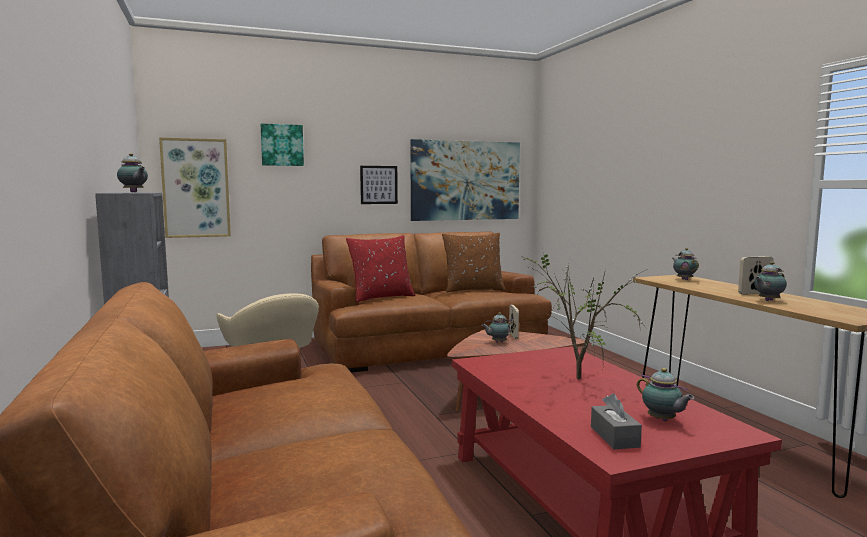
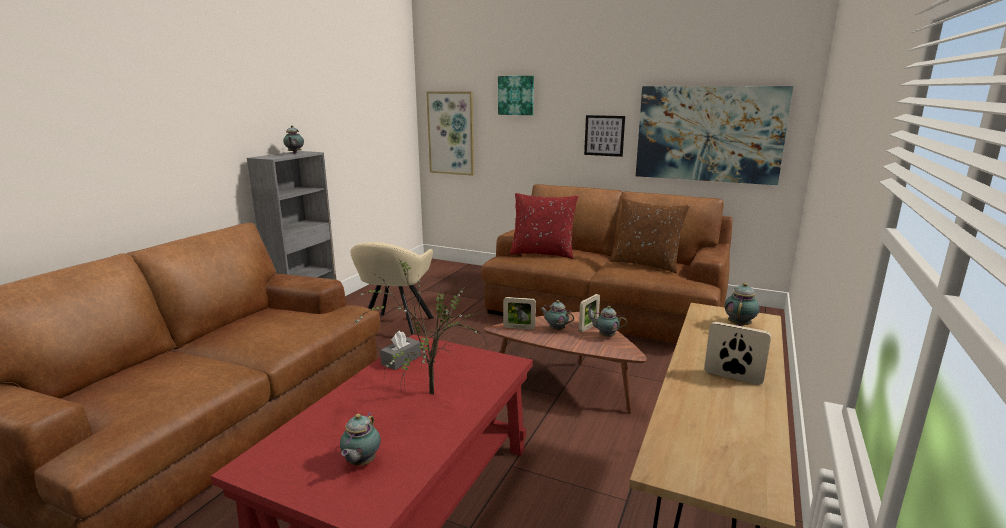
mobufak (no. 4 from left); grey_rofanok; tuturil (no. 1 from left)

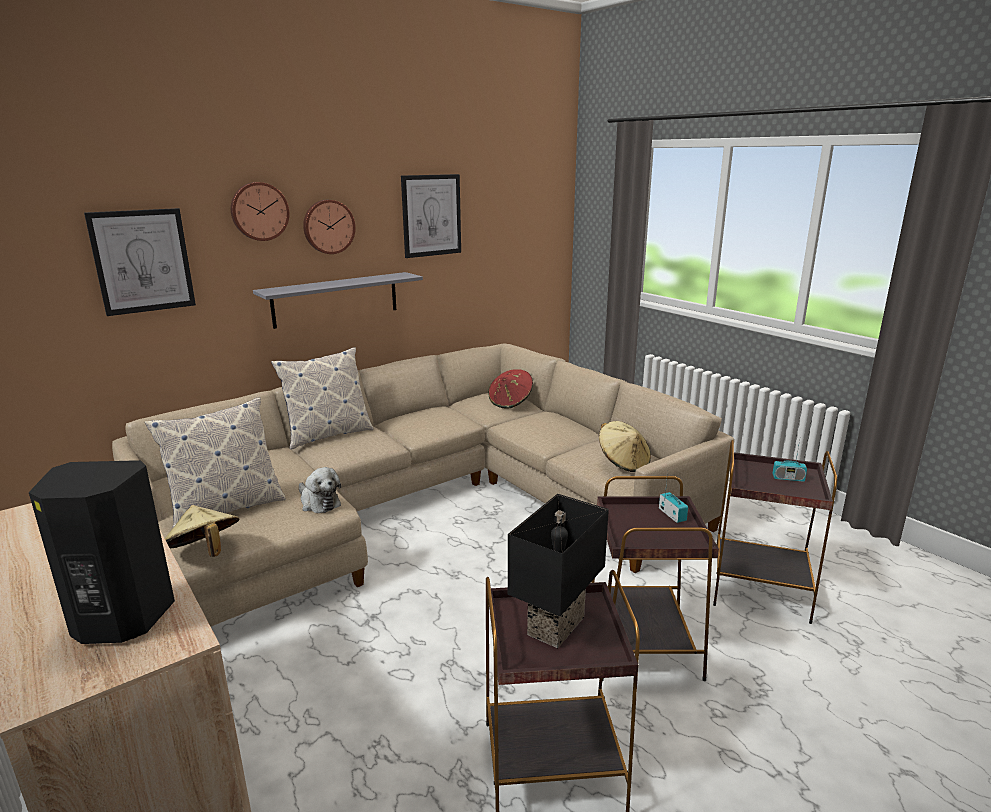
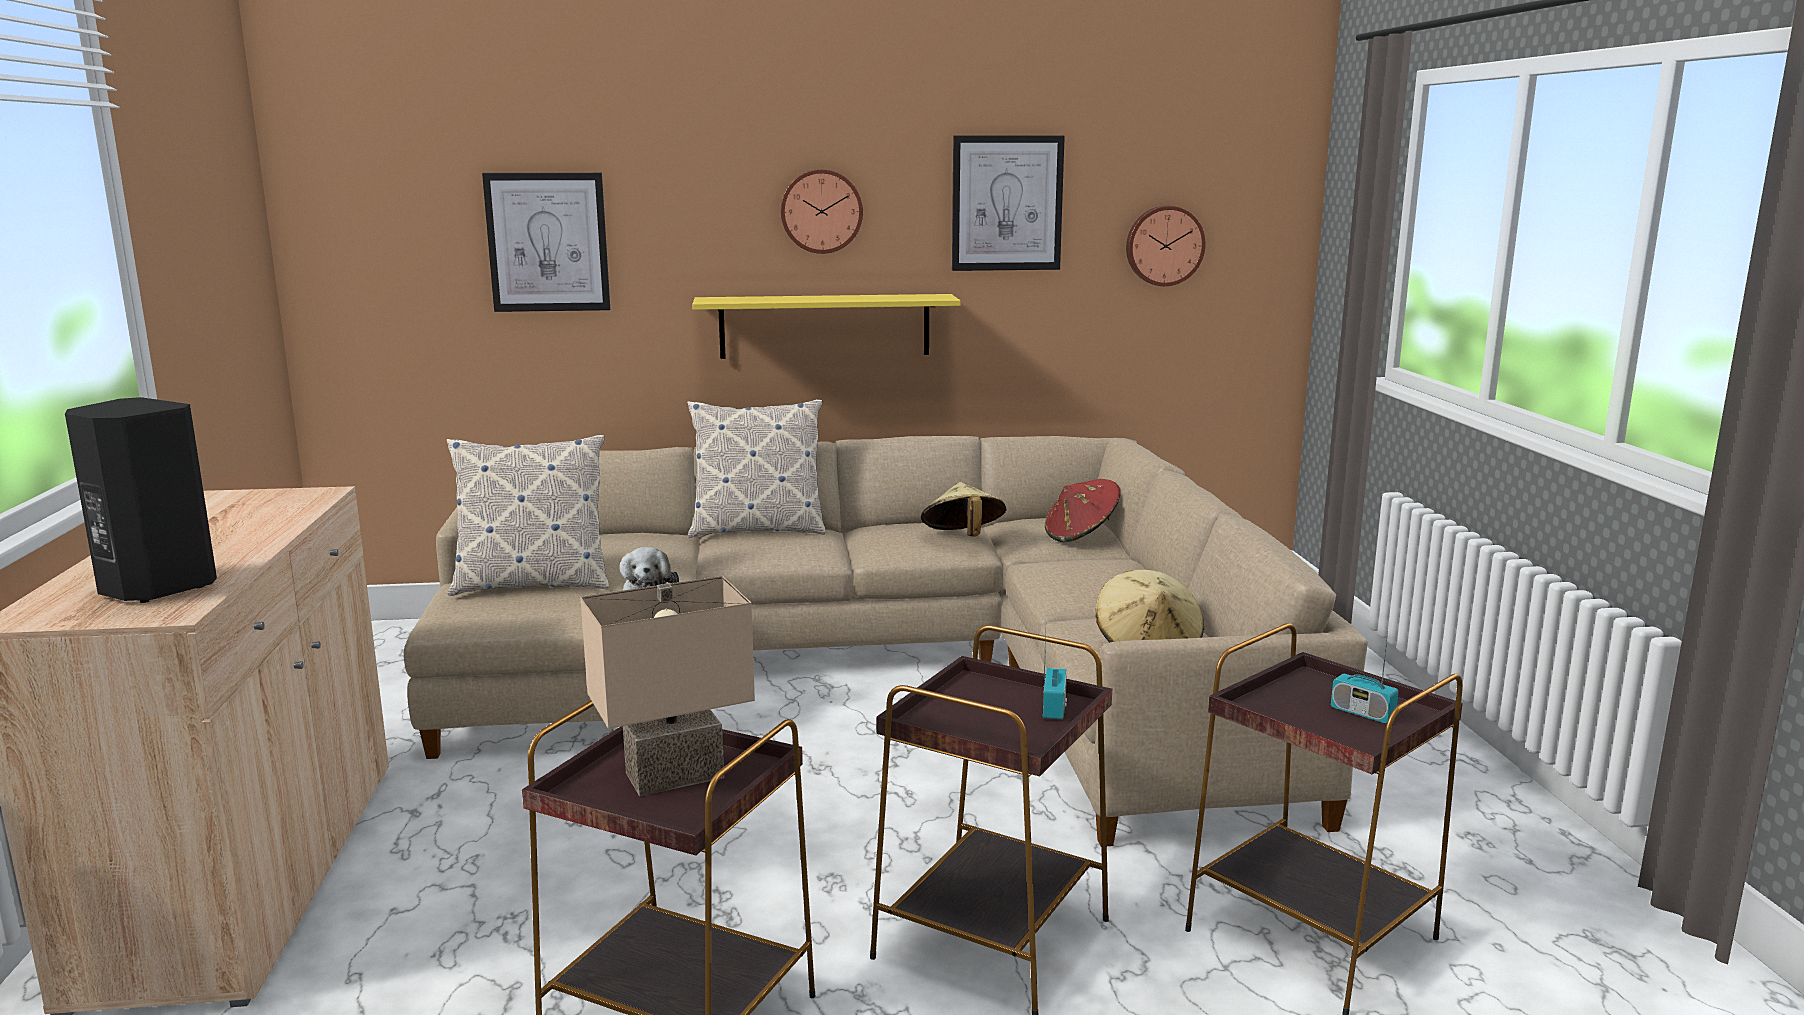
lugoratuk (no. 2 from left); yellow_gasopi; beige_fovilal; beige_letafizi (no. 1 from left)

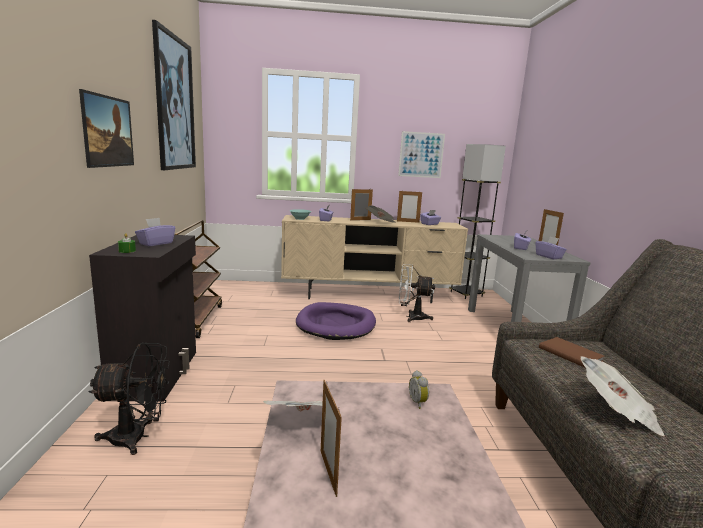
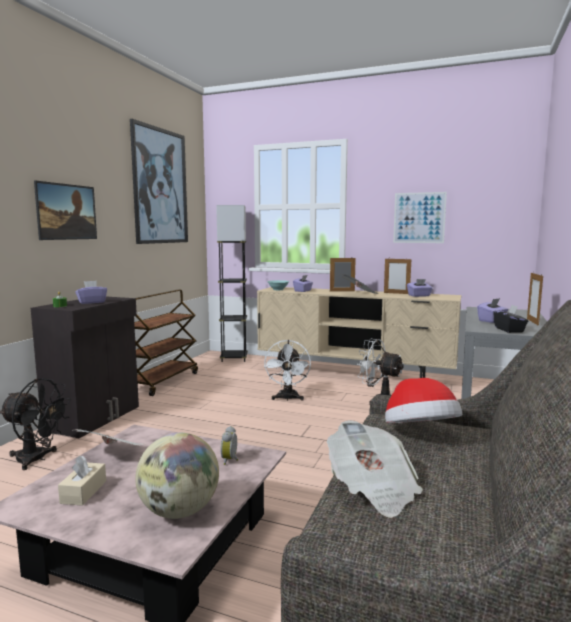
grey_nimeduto; black_rofanok; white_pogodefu (no. 1 from left); letafizi; beige_rofanok; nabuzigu

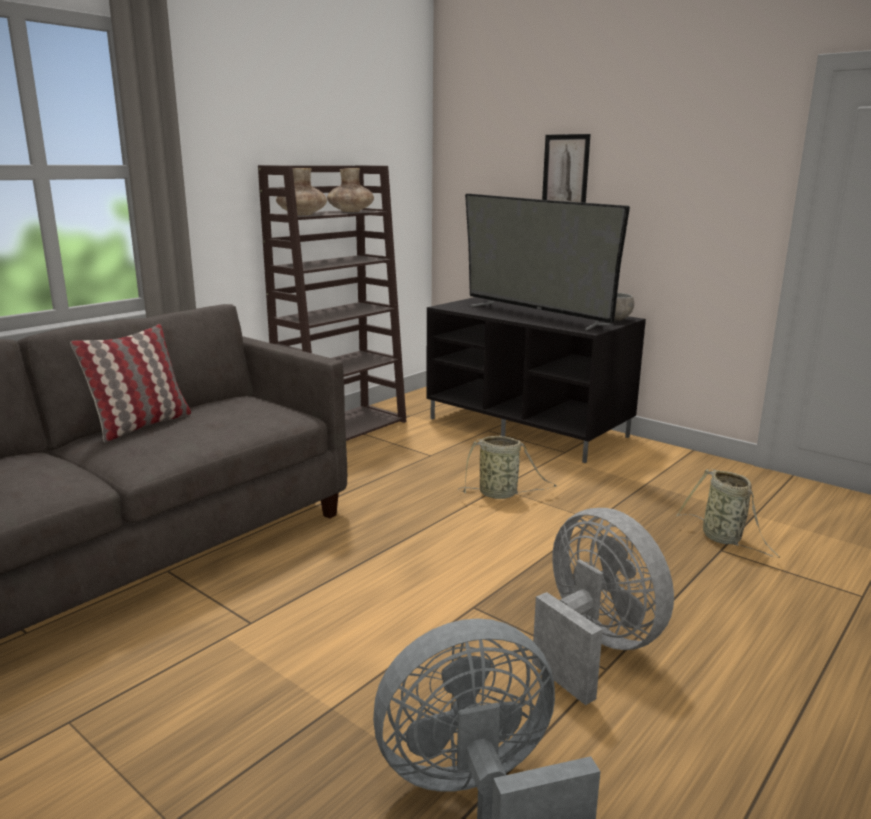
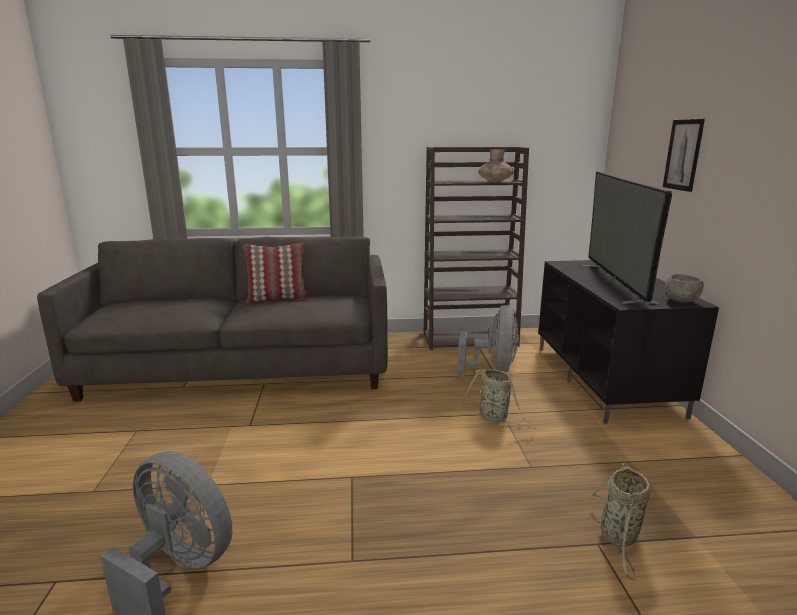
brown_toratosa (no. 1 from left in the first image); grey_pogodefu (no. 2 from left)

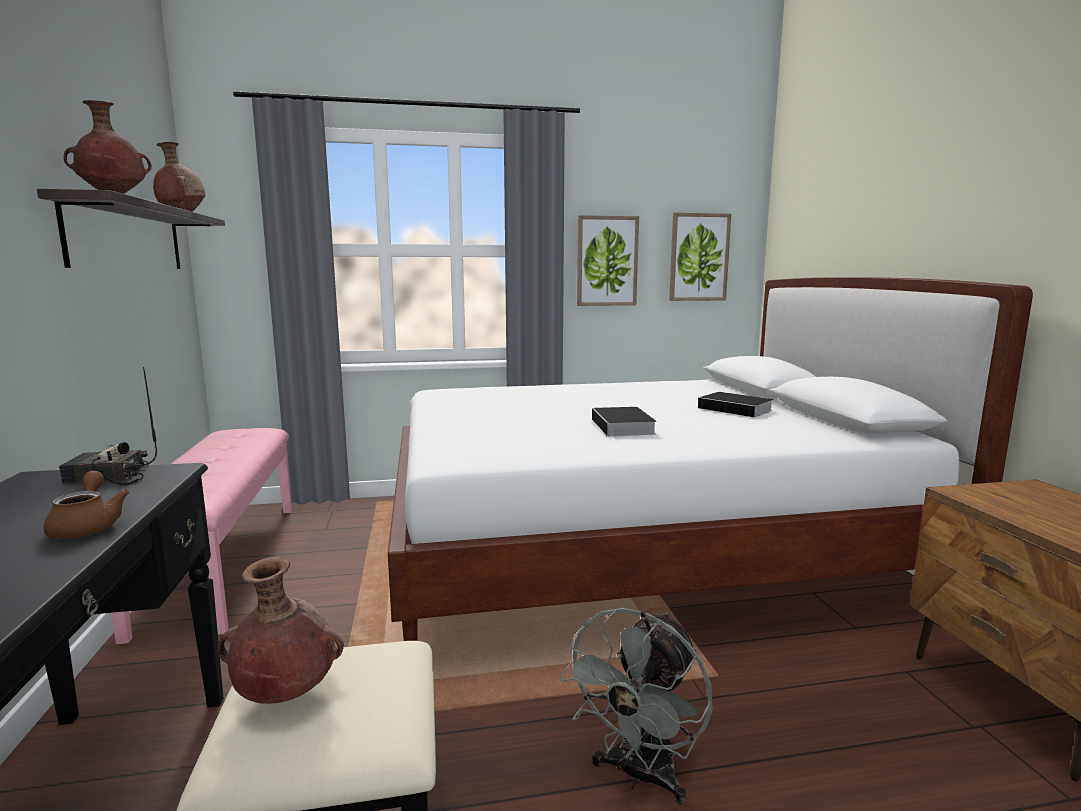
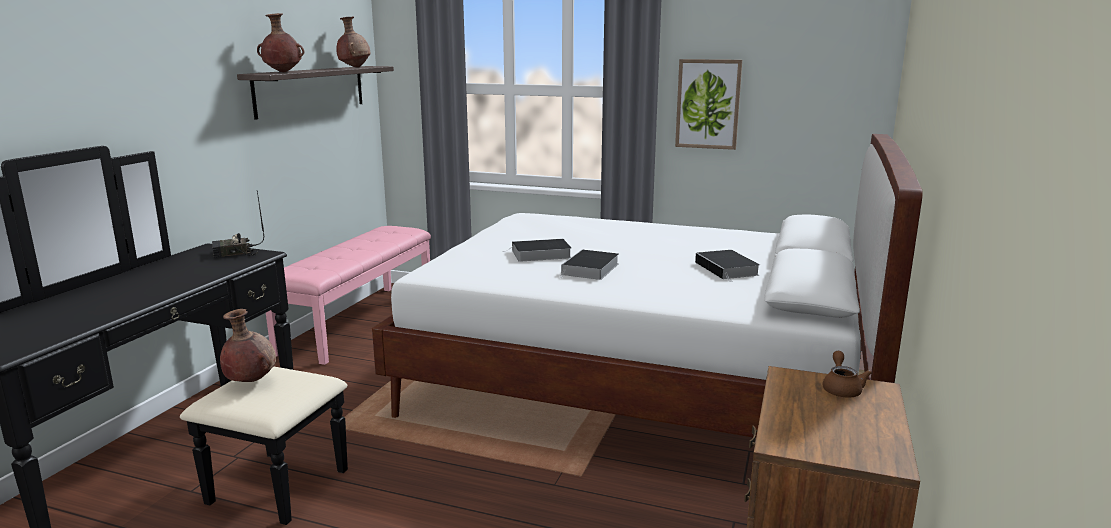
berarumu (no. 2 from left in the first image); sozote; brown_mobufak; grey_pogodefu; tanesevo (no. 1 from left)

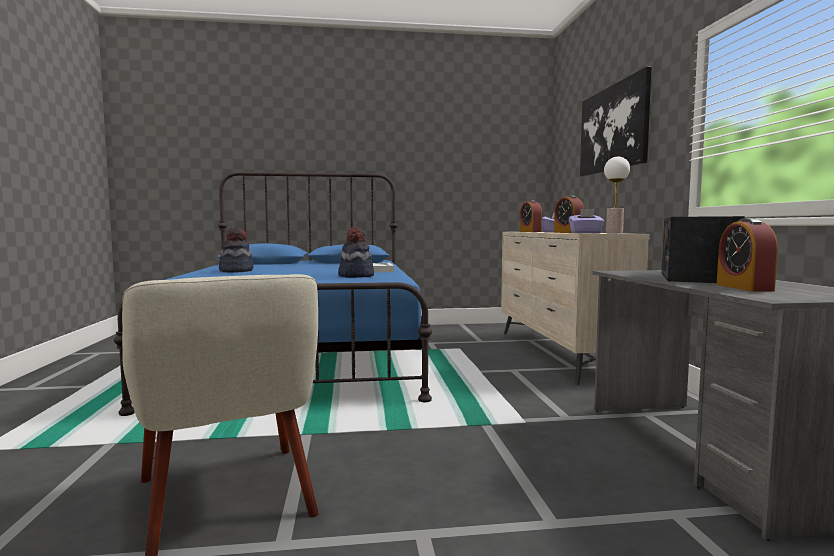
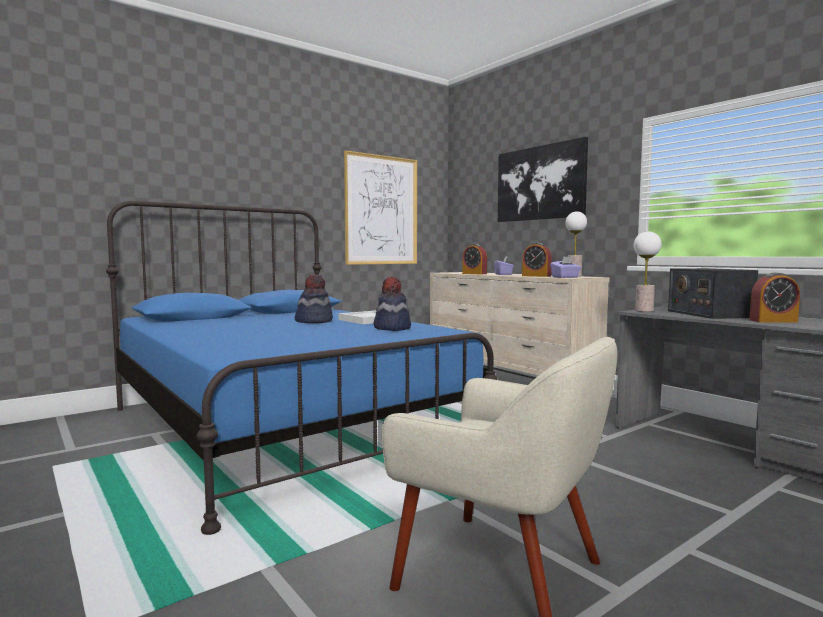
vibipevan (no. 3 from left); letafizi (no. 1 from left); berarumu (no. 1 from left); fovilal (no. 2 from left)

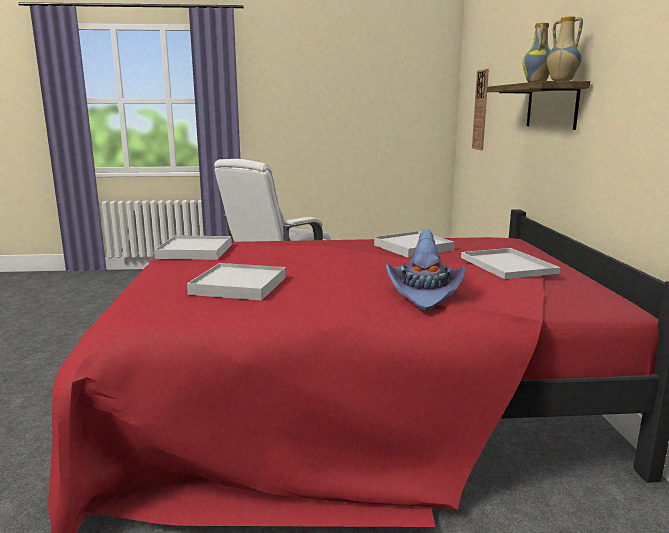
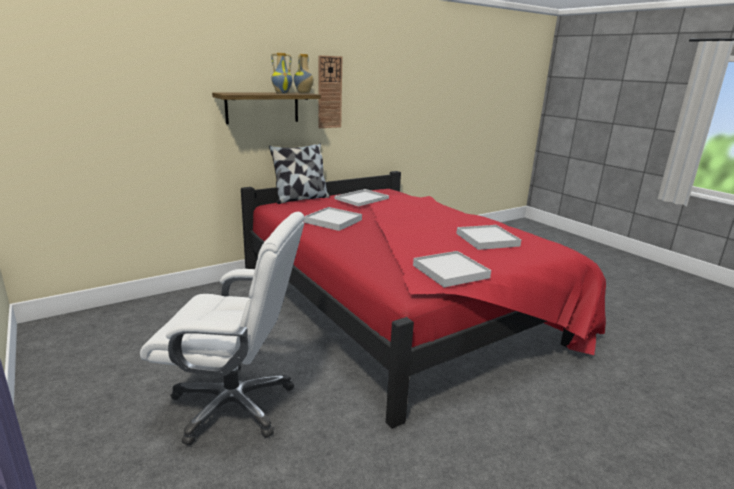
lugoratuk; purple_letafizi; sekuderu

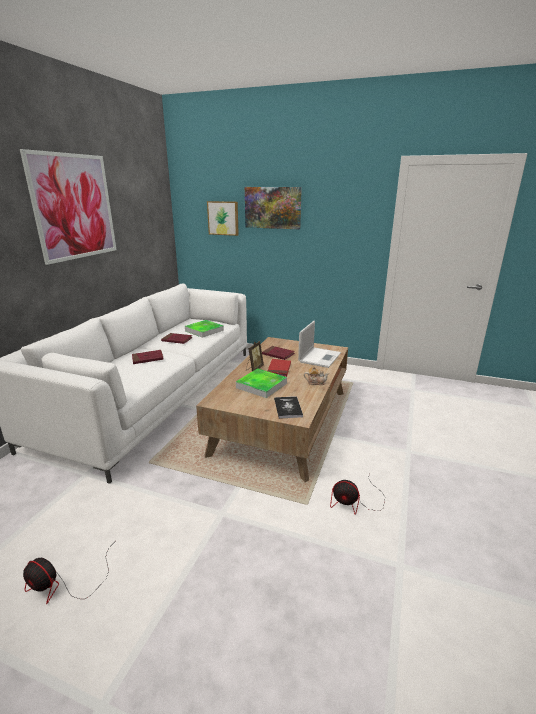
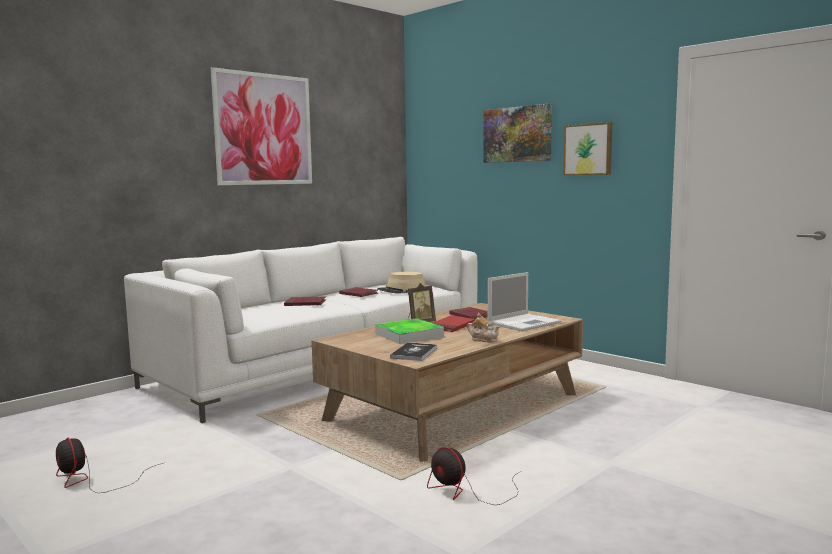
berarumu (no. 3 from left); beige_letafizi

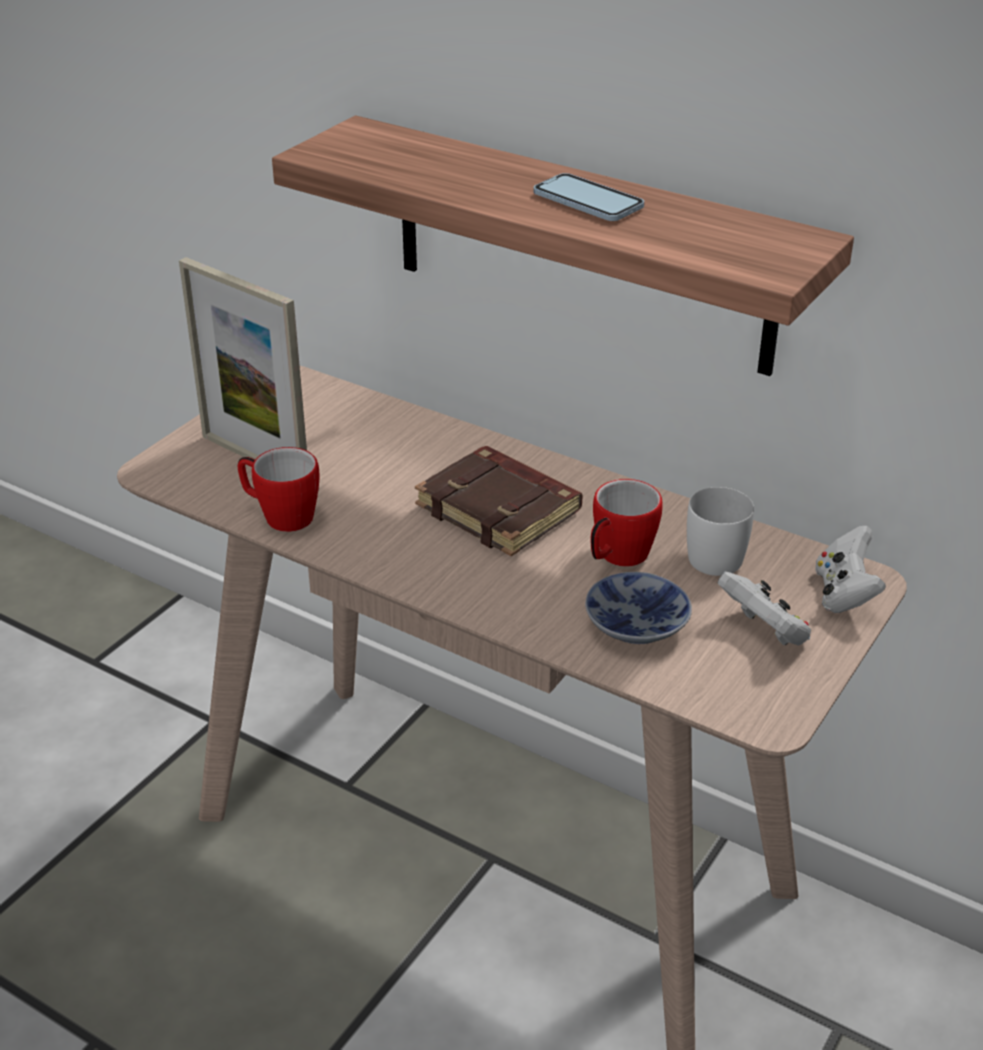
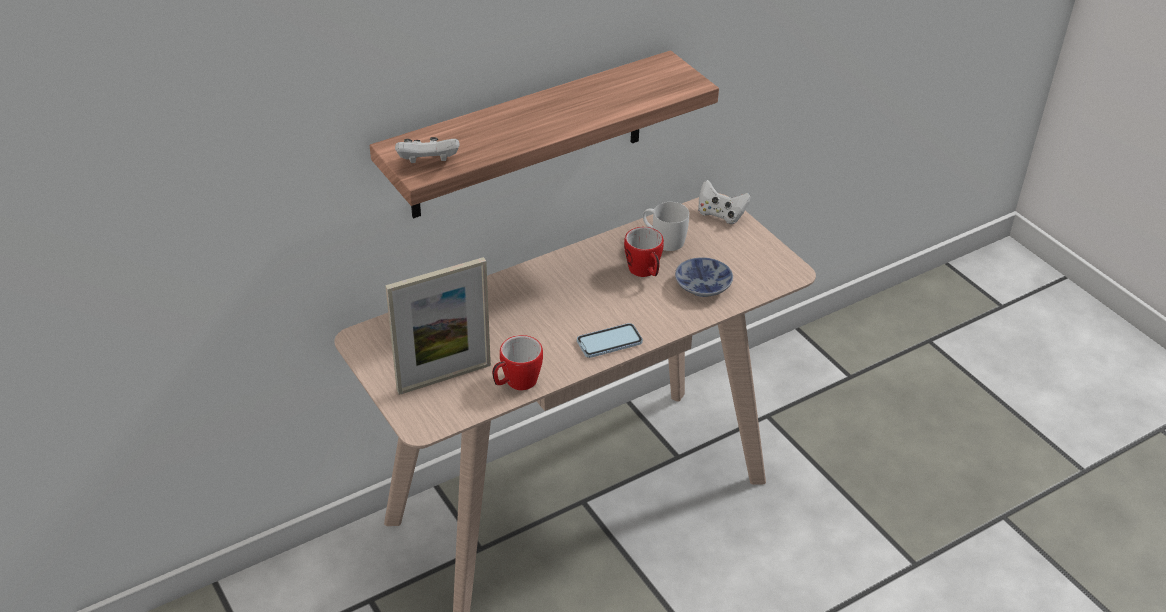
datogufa; brown_tanesevo; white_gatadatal (no. 1 from left)

